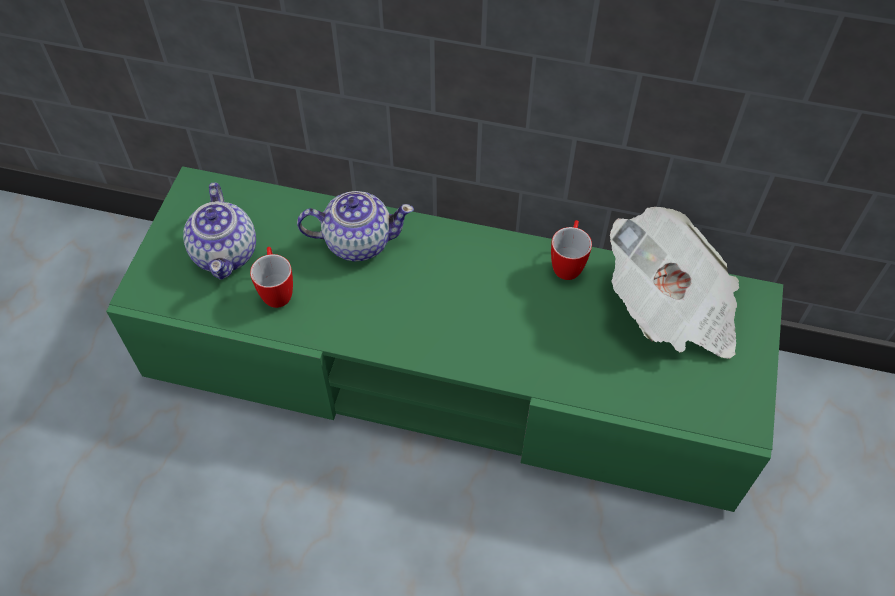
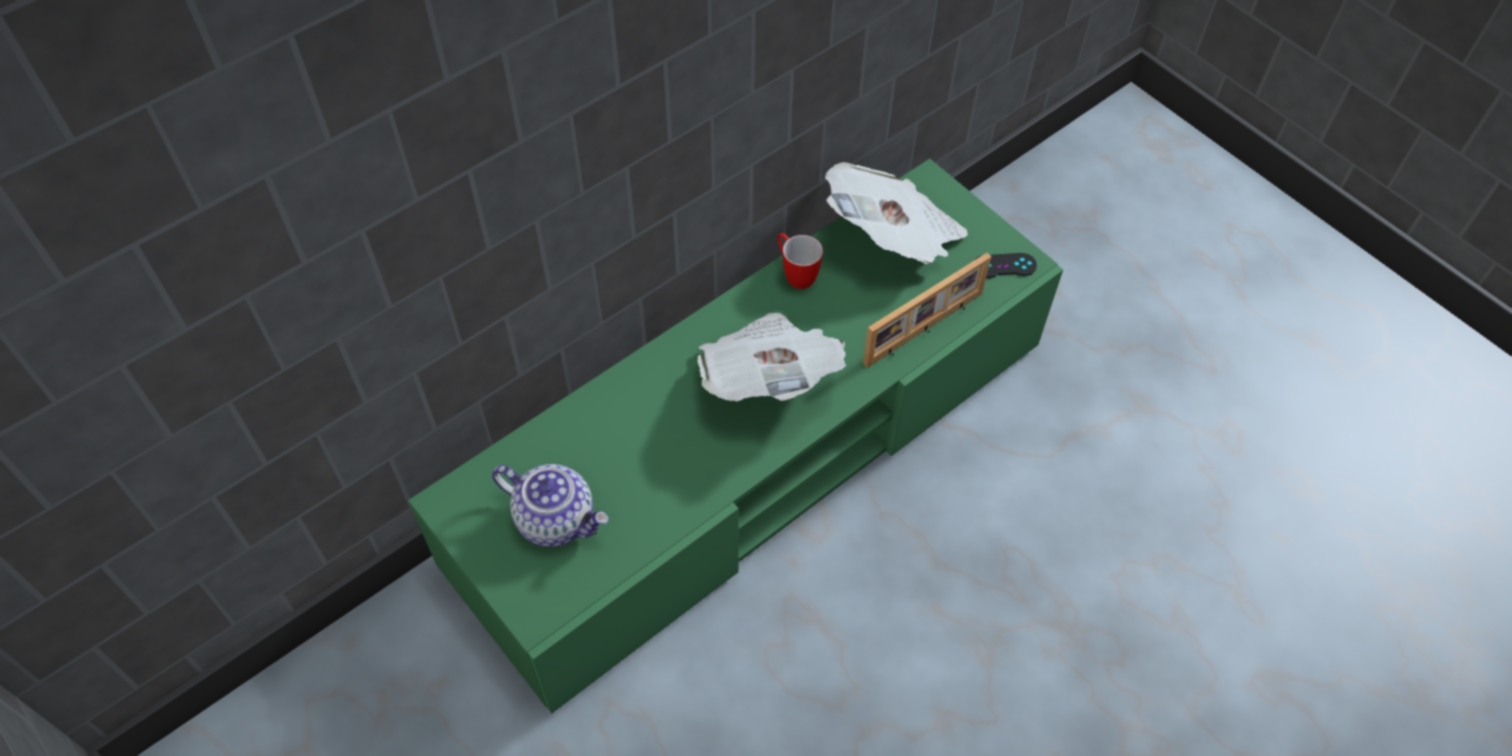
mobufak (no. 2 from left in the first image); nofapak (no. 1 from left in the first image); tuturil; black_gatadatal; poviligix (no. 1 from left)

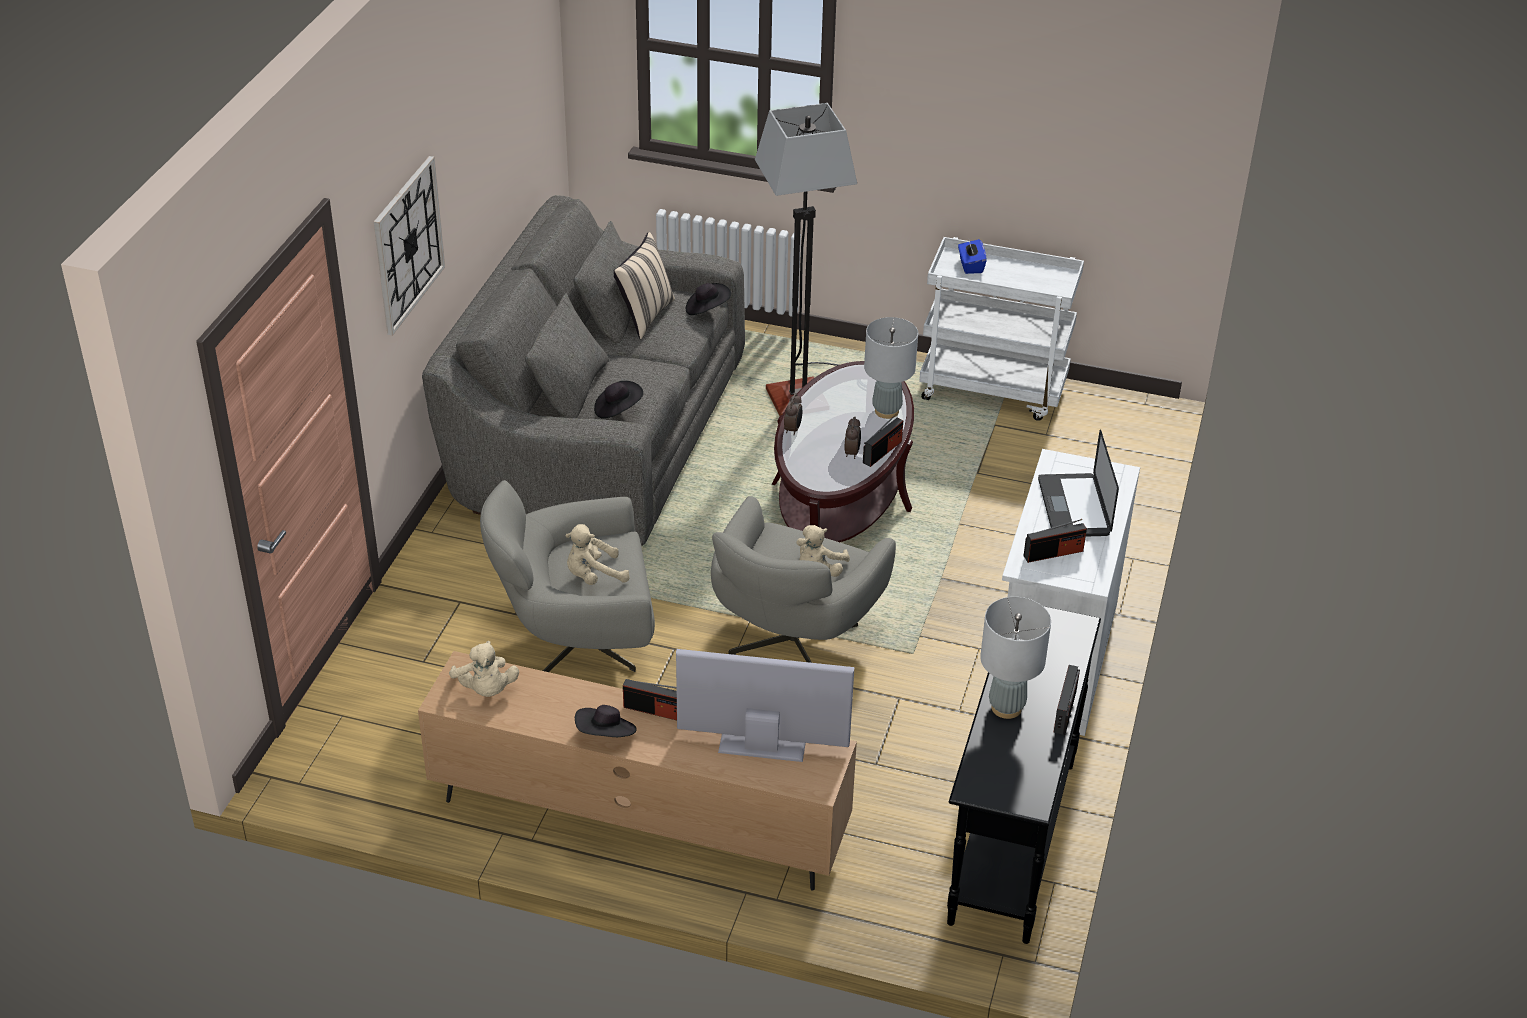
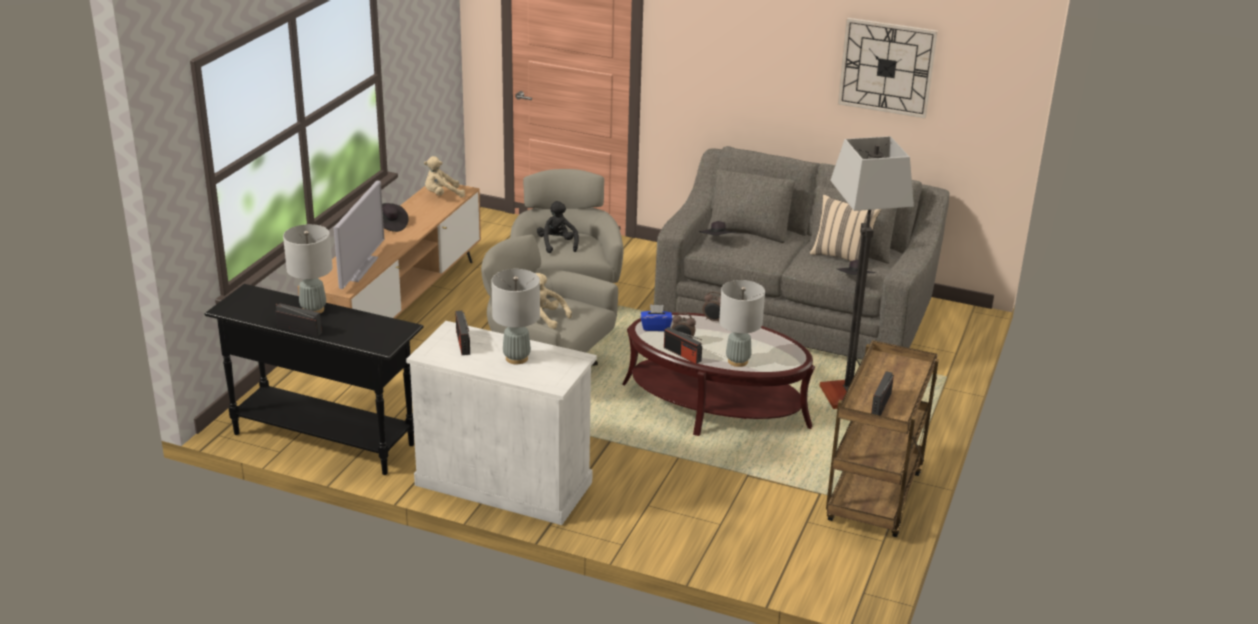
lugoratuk; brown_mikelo; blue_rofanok; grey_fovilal (no. 2 from left); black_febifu; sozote (no. 4 from left)

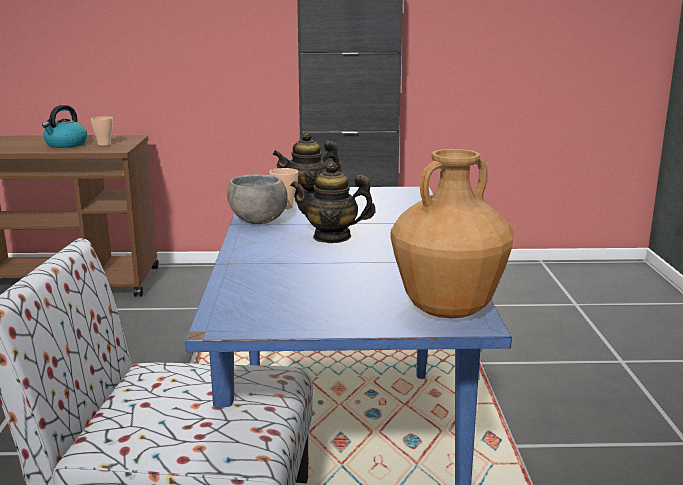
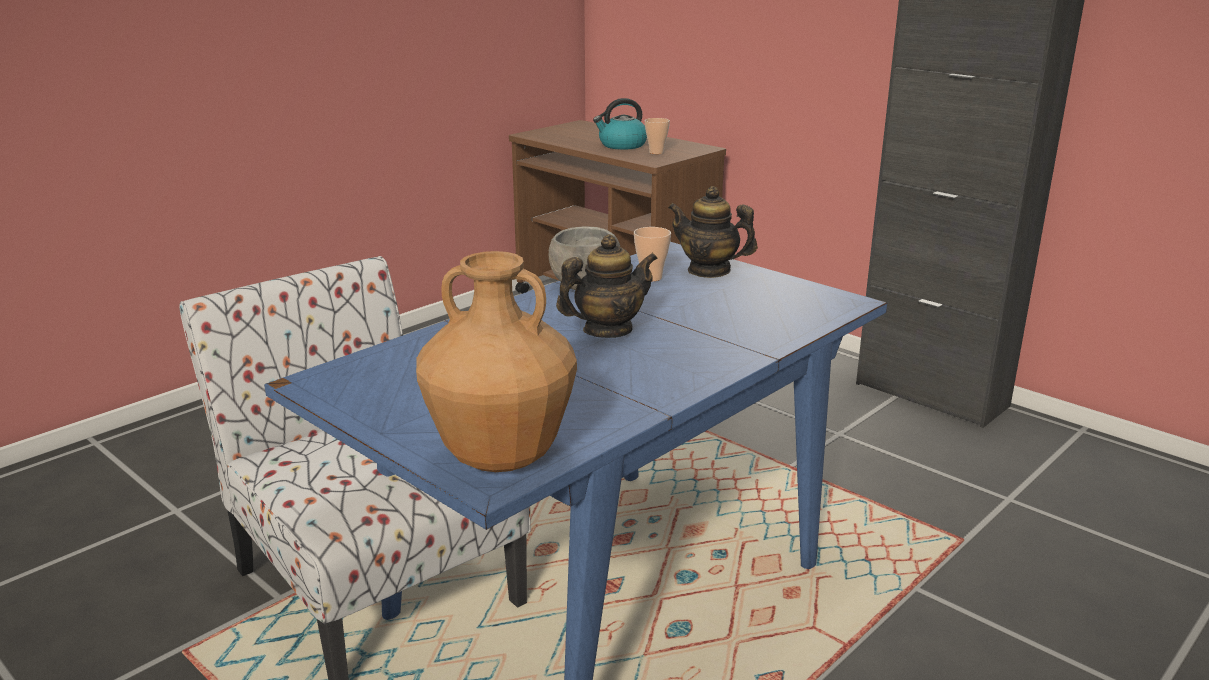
mobufak (no. 1 from left)

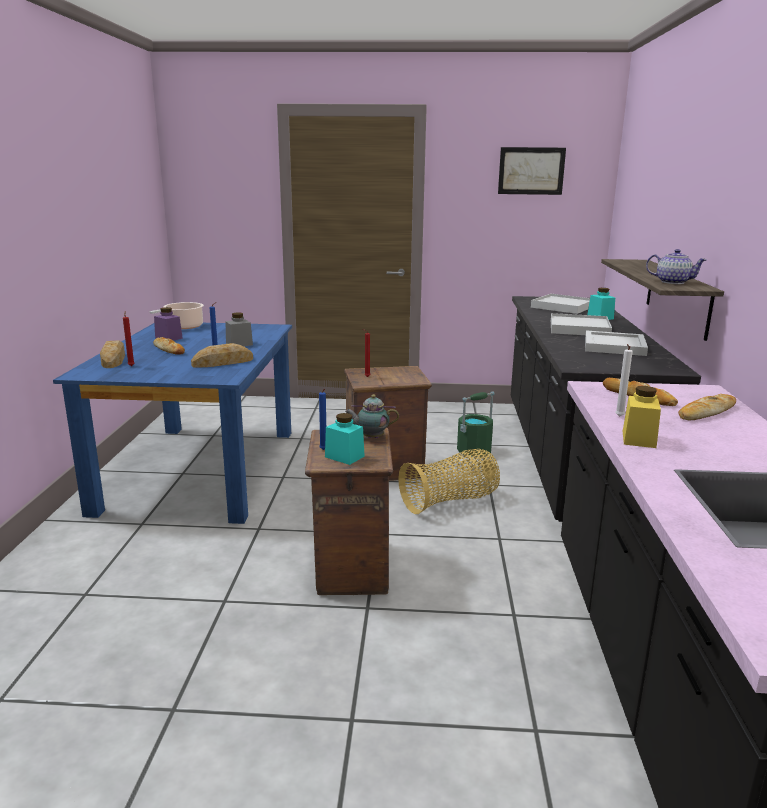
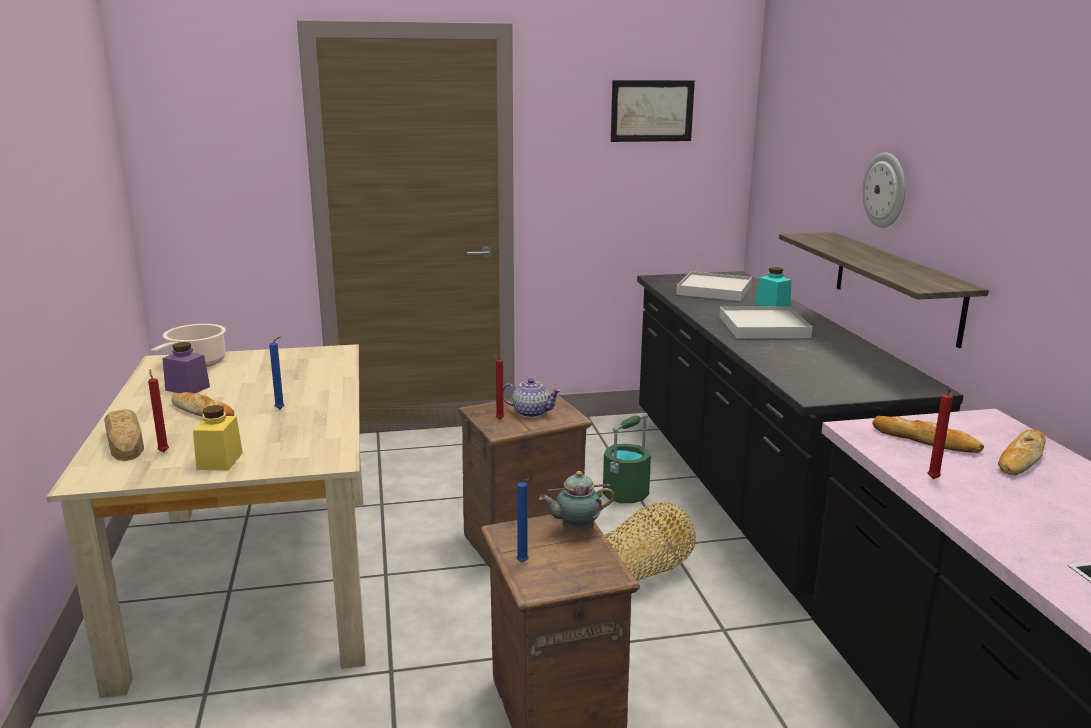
mobufak (no. 1 from left); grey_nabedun; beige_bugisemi; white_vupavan (no. 3 from left in the first image); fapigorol (no. 3 from left in the first image); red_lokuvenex (no. 3 from left); yellow_nabedun; turquoise_nabedun (no. 1 from left in the first image); lugoratuk

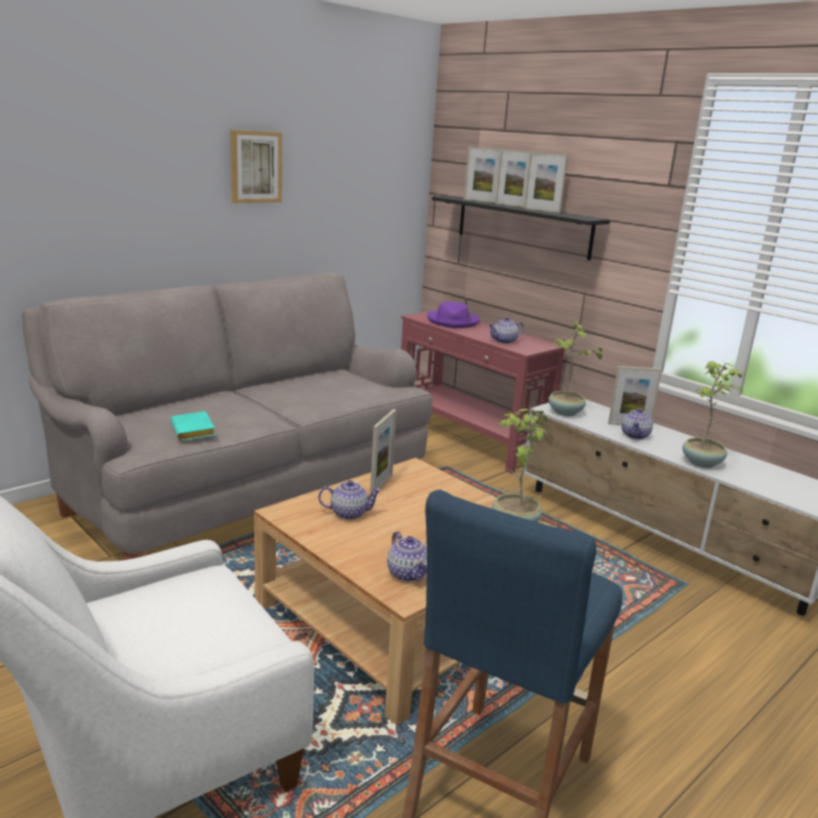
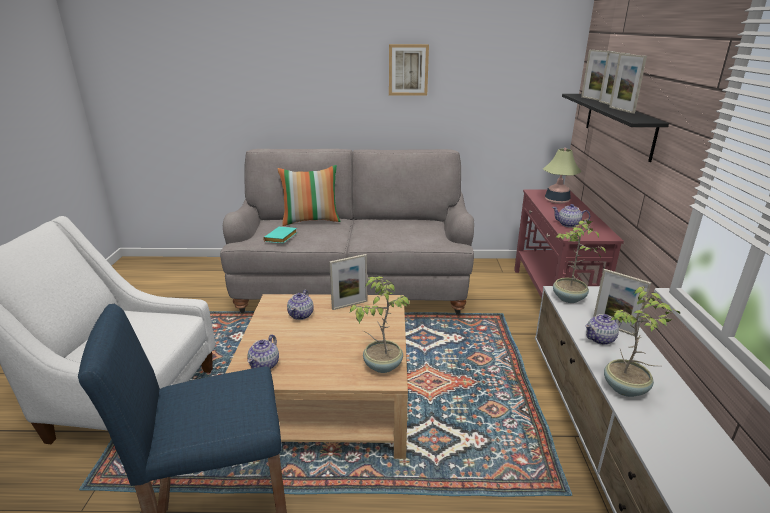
fovilal; mobufak (no. 2 from left); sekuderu

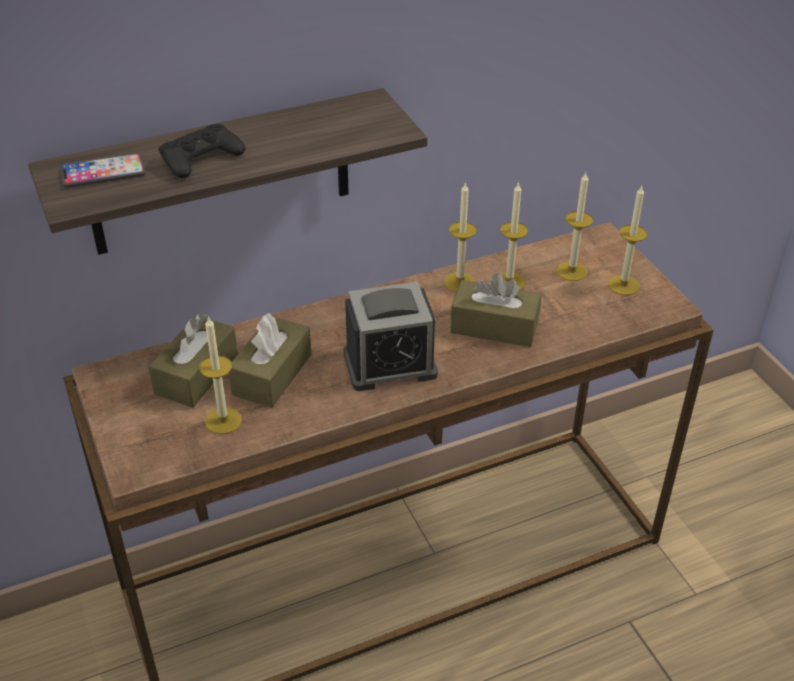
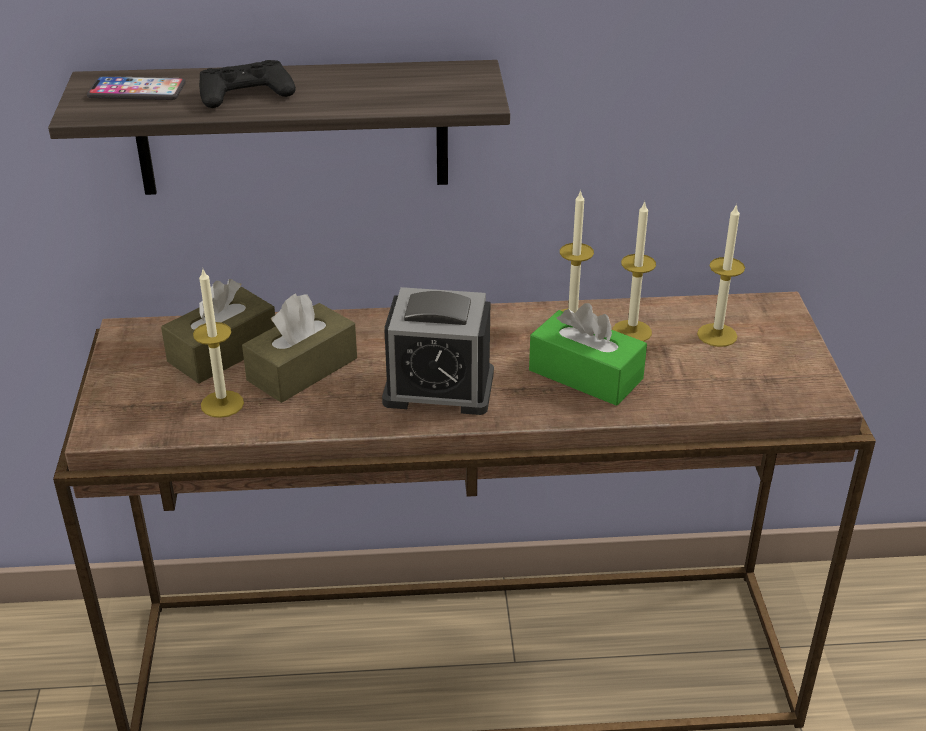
lokuvenex (no. 5 from left in the first image); green_rofanok

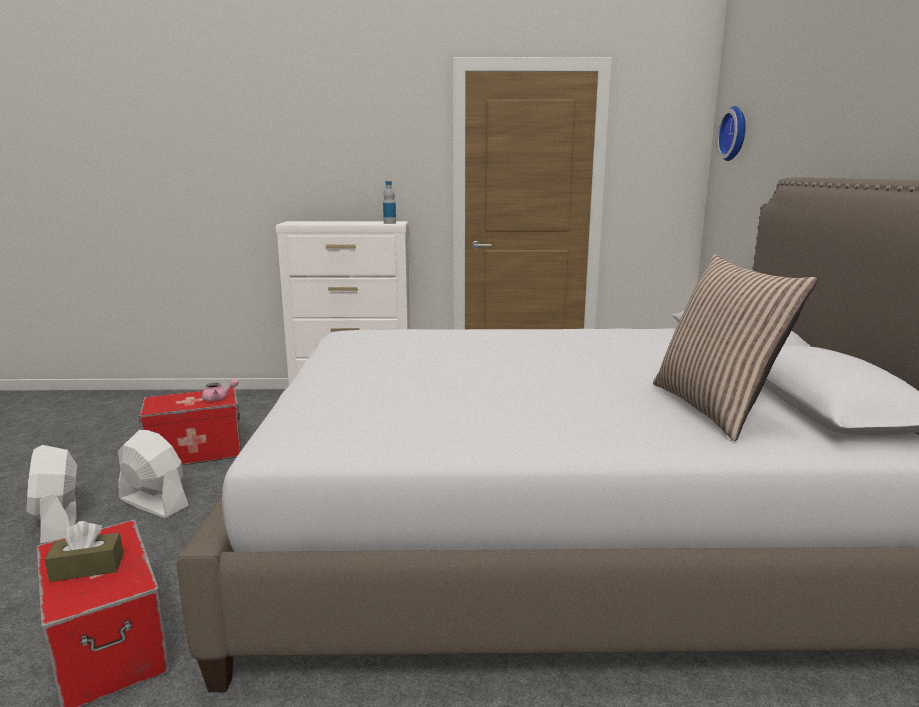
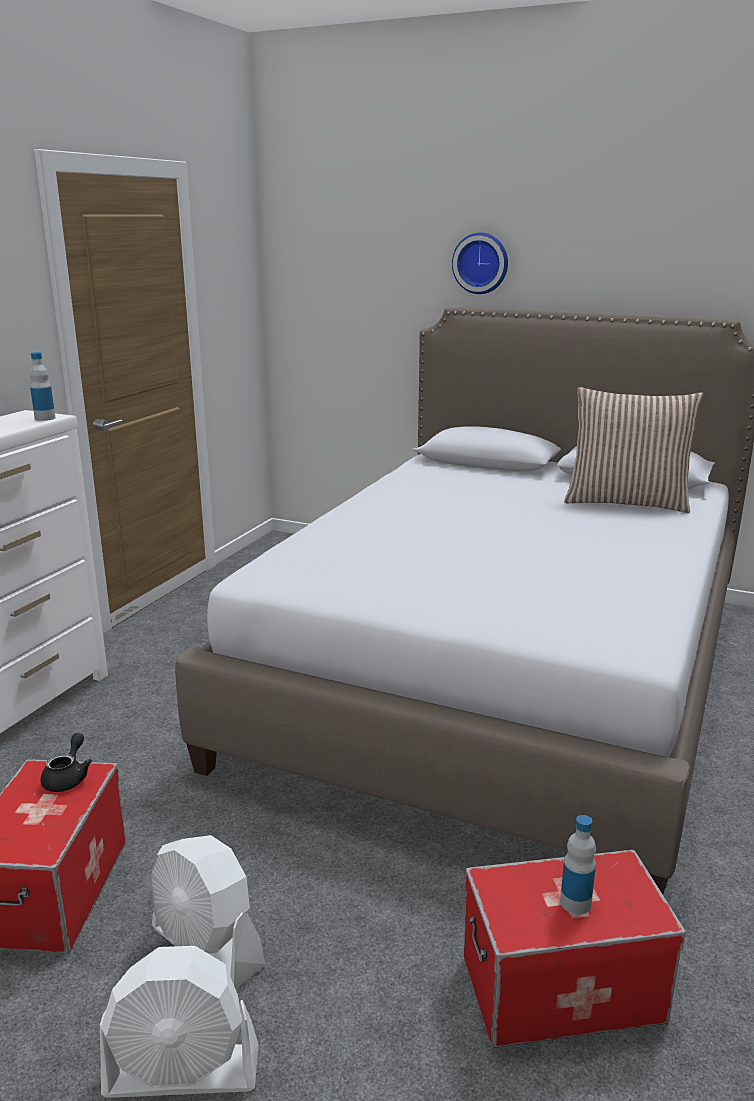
lugoratuk; black_mobufak; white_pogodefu (no. 2 from left); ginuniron (no. 2 from left)

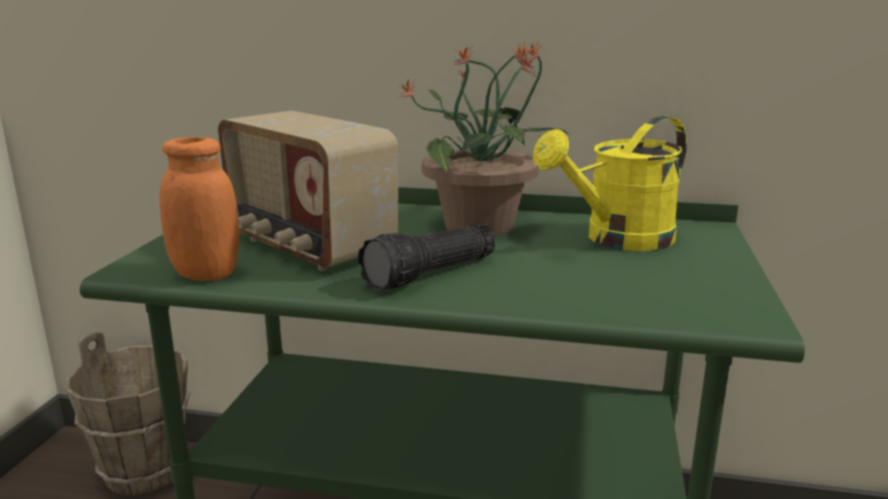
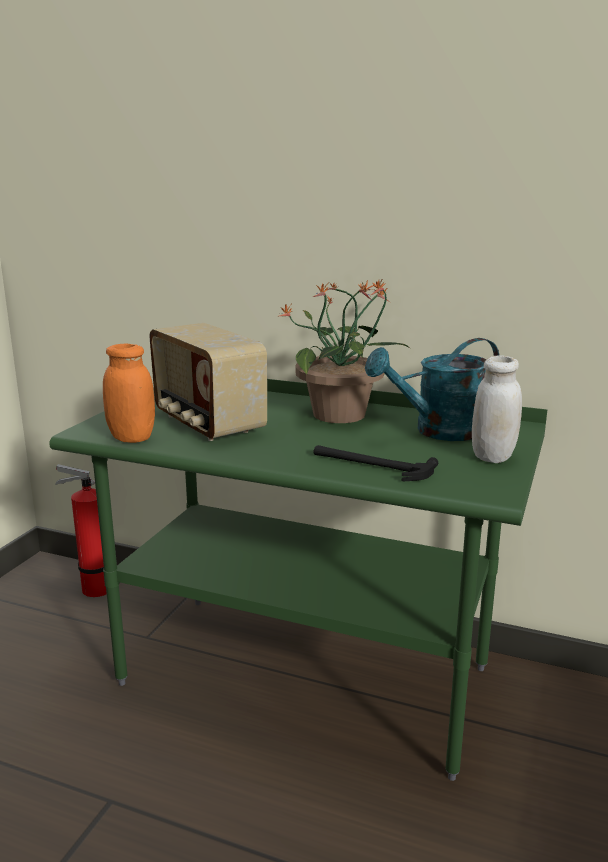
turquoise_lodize; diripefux; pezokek; white_nabedun; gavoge

